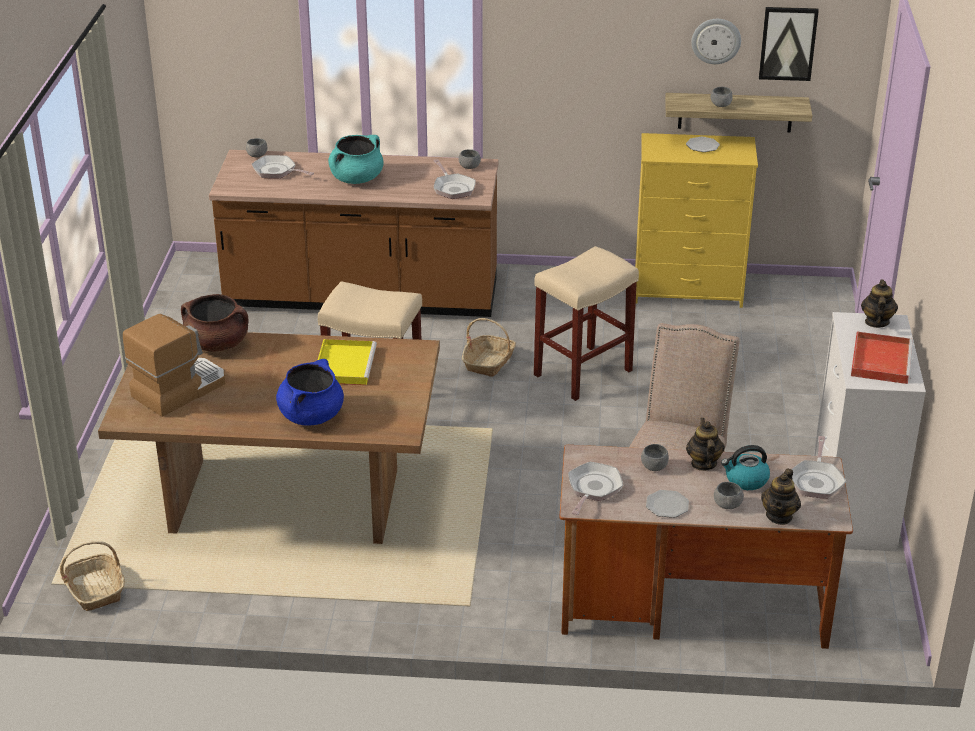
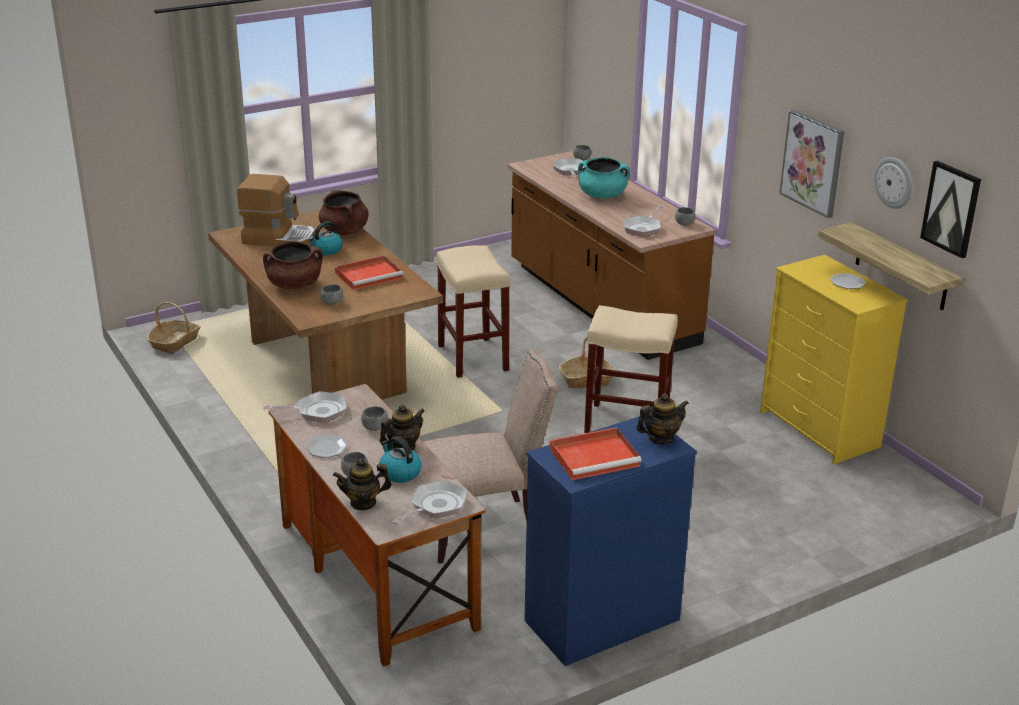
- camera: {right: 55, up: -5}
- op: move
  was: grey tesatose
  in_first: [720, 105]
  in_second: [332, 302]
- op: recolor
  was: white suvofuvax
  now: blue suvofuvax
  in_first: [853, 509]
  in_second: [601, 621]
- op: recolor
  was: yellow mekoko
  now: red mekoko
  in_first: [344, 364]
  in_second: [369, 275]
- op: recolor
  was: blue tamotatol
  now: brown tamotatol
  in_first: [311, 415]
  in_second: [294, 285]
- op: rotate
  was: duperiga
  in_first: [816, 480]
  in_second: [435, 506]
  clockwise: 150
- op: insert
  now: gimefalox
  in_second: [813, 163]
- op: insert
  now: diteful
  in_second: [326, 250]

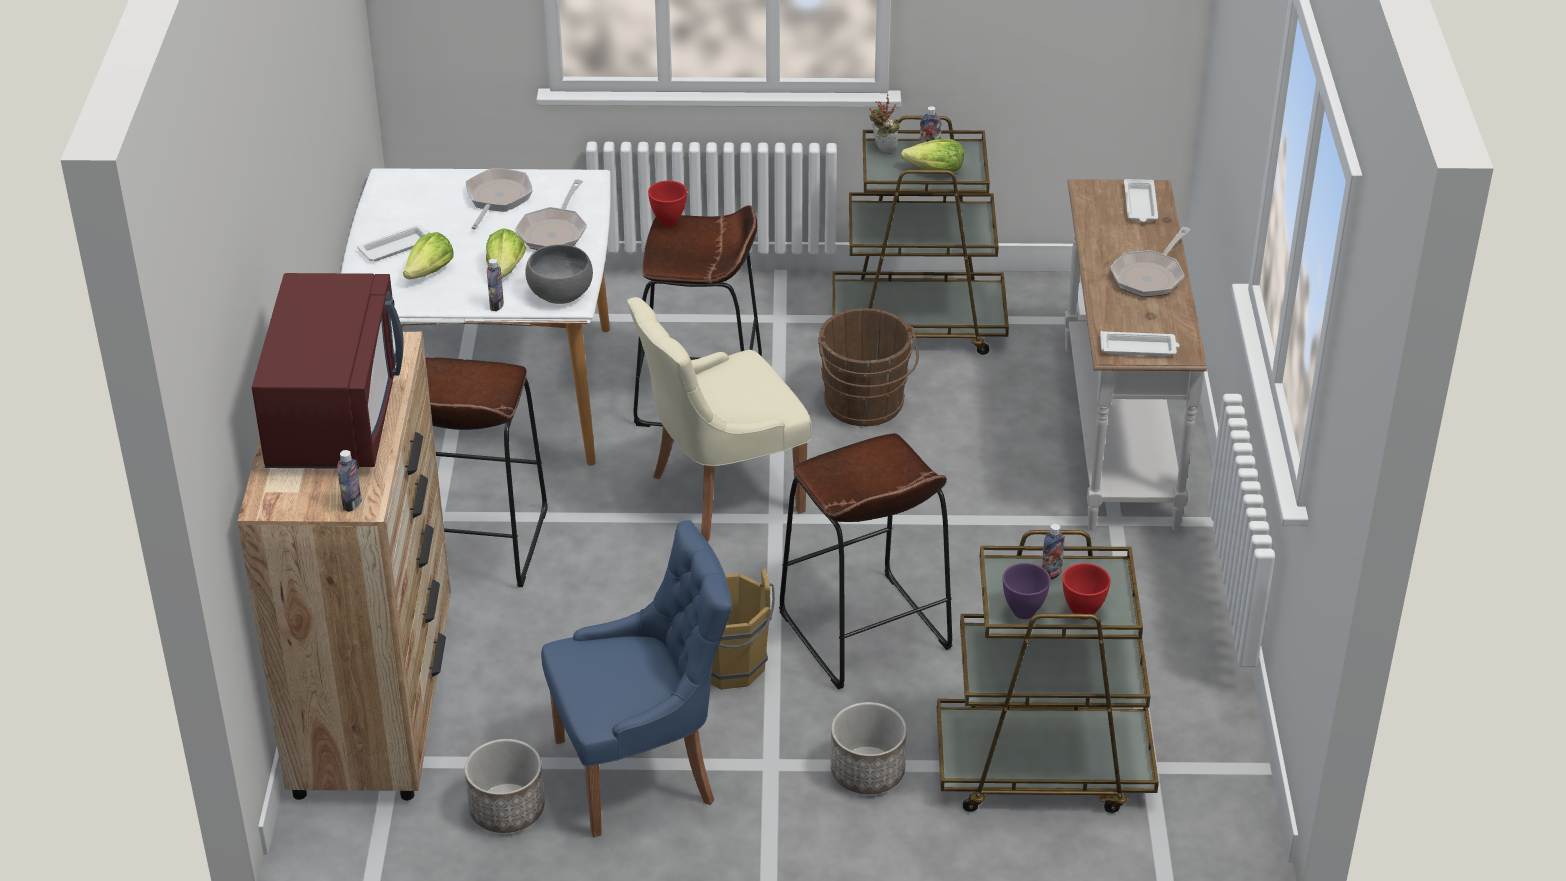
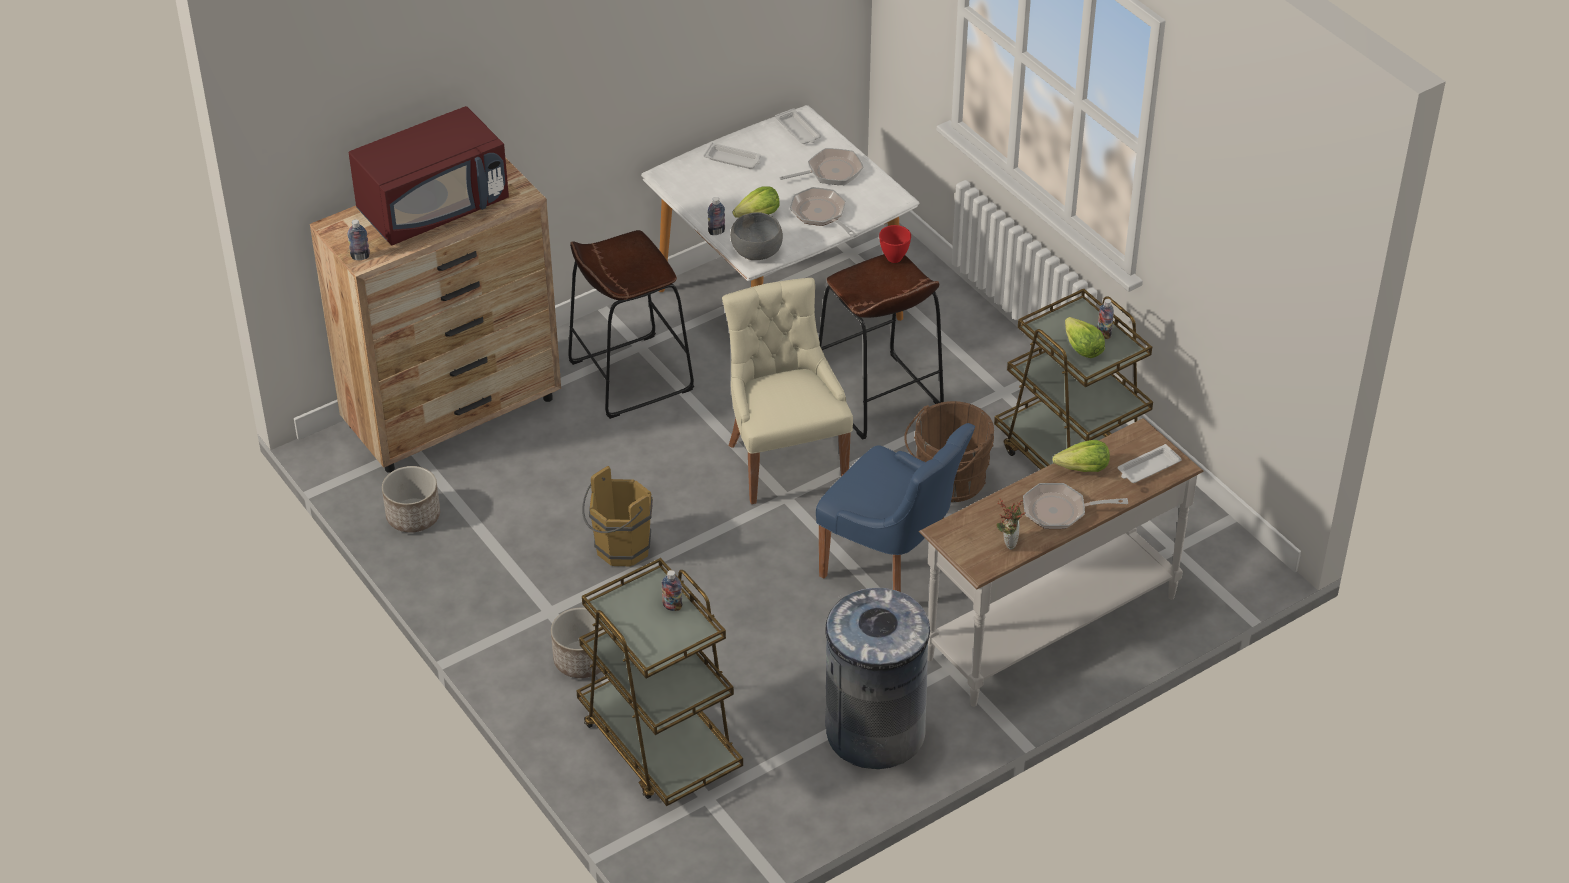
- camera: {right: 55, up: 5}
- op: move
  was: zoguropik
  in_first: [882, 150]
  in_second: [1008, 541]
- op: rotate
  was: duperiga
  in_first: [554, 231]
  in_second: [821, 214]
  clockwise: 75
- op: move
  was: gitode
  in_first: [430, 272]
  in_second: [1083, 469]
- op: rotate
  was: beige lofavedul
  in_first: [721, 494]
  in_second: [785, 460]
  clockwise: 45
- op: move
  was: white mekoko
  in_first: [1139, 348]
  in_second: [798, 131]
- op: delete
  was: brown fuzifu
  in_first: [864, 631]
- op: move
  was: blue lofavedul
  in_first: [641, 771]
  in_second: [891, 567]
- op: delete
  was: purple tesatose
  in_first: [1022, 611]
- op: delete
  was: red tesatose
  in_first: [1082, 611]
- op: insert
  now: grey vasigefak
  in_second: [874, 732]

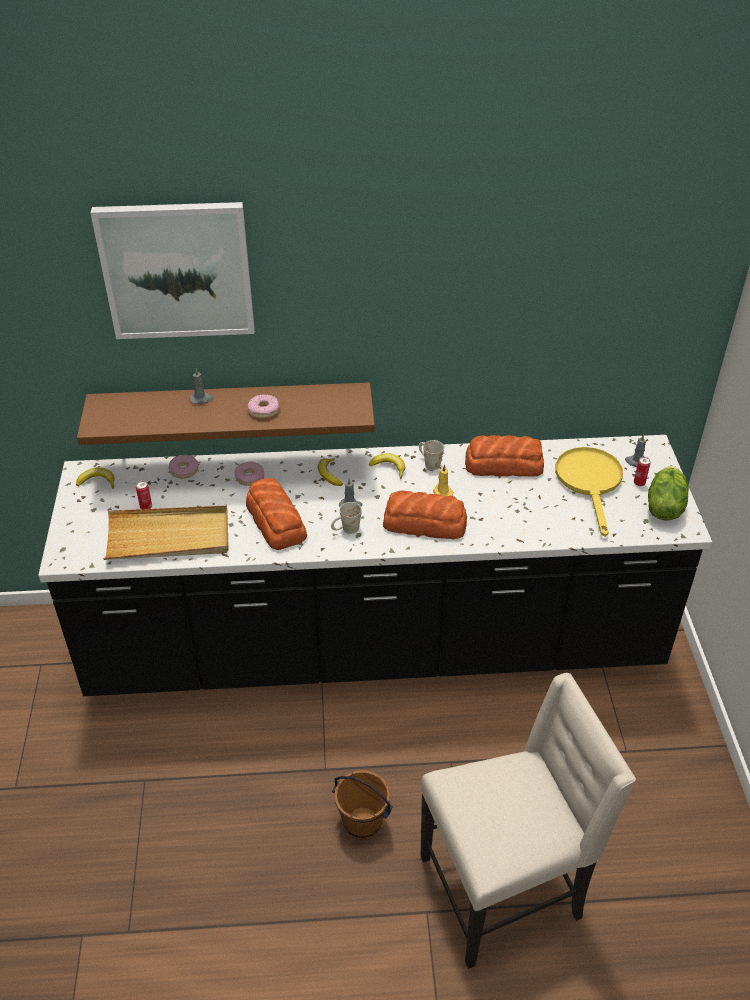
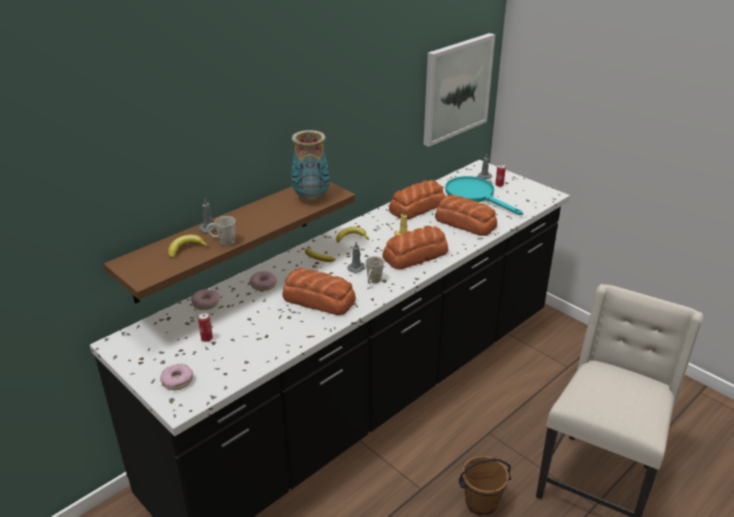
- camera: {right: -40, up: -10}
- op: move
  was: gimefalox
  in_first: [177, 270]
  in_second: [456, 88]
- op: move
  was: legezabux
  in_first: [264, 410]
  in_second: [177, 381]
- op: move
  was: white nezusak
  in_first: [429, 463]
  in_second: [222, 241]
- op: recolor
  was: yellow duperiga
  now: turquoise duperiga
  in_first: [590, 482]
  in_second: [475, 195]
- op: delete
  was: gitode
  in_first: [663, 506]
- op: move
  was: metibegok
  in_first: [97, 482]
  in_second: [186, 249]
- op: delete
  was: beige mekoko
  in_first: [168, 537]
- op: insert
  now: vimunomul
  in_second: [311, 198]
- op: insert
  now: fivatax
  in_second: [465, 222]

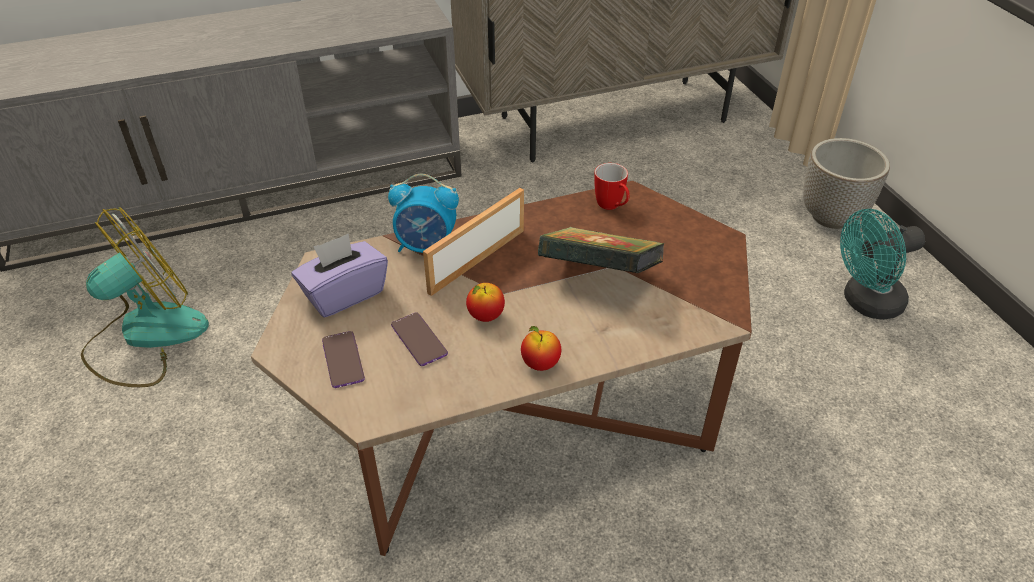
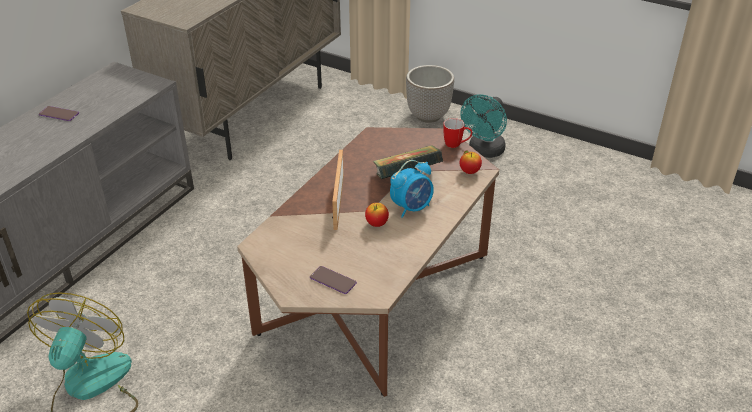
- camera: {right: -40, up: -5}
- op: move
  was: nezusak
  in_first: [612, 207]
  in_second: [456, 145]
- op: move
  was: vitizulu
  in_first: [426, 247]
  in_second: [412, 208]
- op: delete
  was: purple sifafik
  in_first: [344, 294]
- op: move
  was: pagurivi
  in_first: [419, 340]
  in_second: [59, 114]
- op: move
  was: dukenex
  in_first: [540, 364]
  in_second: [469, 172]

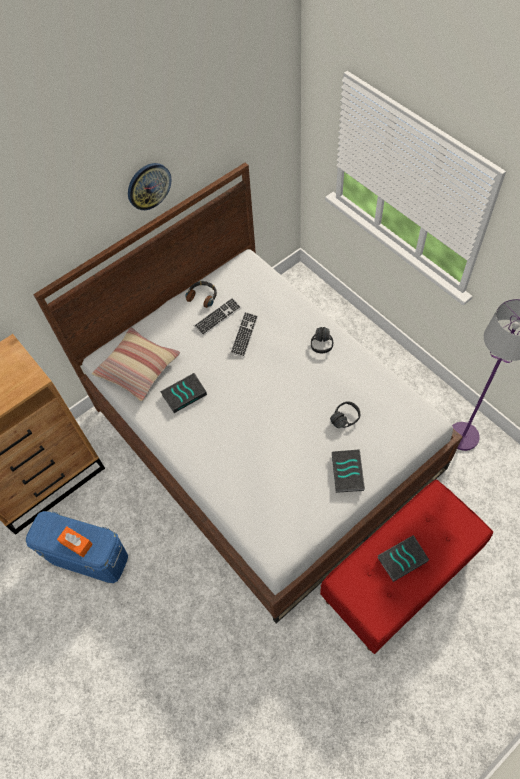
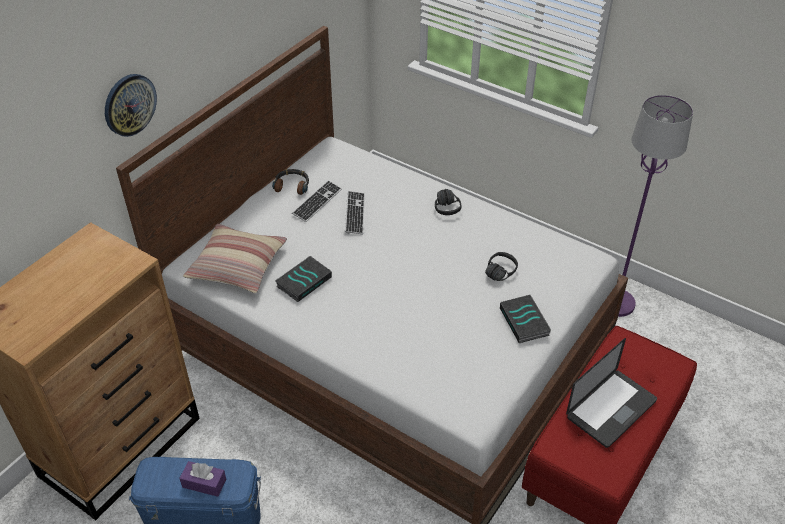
- camera: {right: -20, up: -15}
- op: move
  was: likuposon
  in_first: [148, 186]
  in_second: [129, 104]
- op: recolor
  was: orange sifafik
  now: purple sifafik
  in_first: [76, 543]
  in_second: [204, 483]
- op: replace
  was: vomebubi
  now: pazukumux
  in_first: [402, 558]
  in_second: [611, 409]

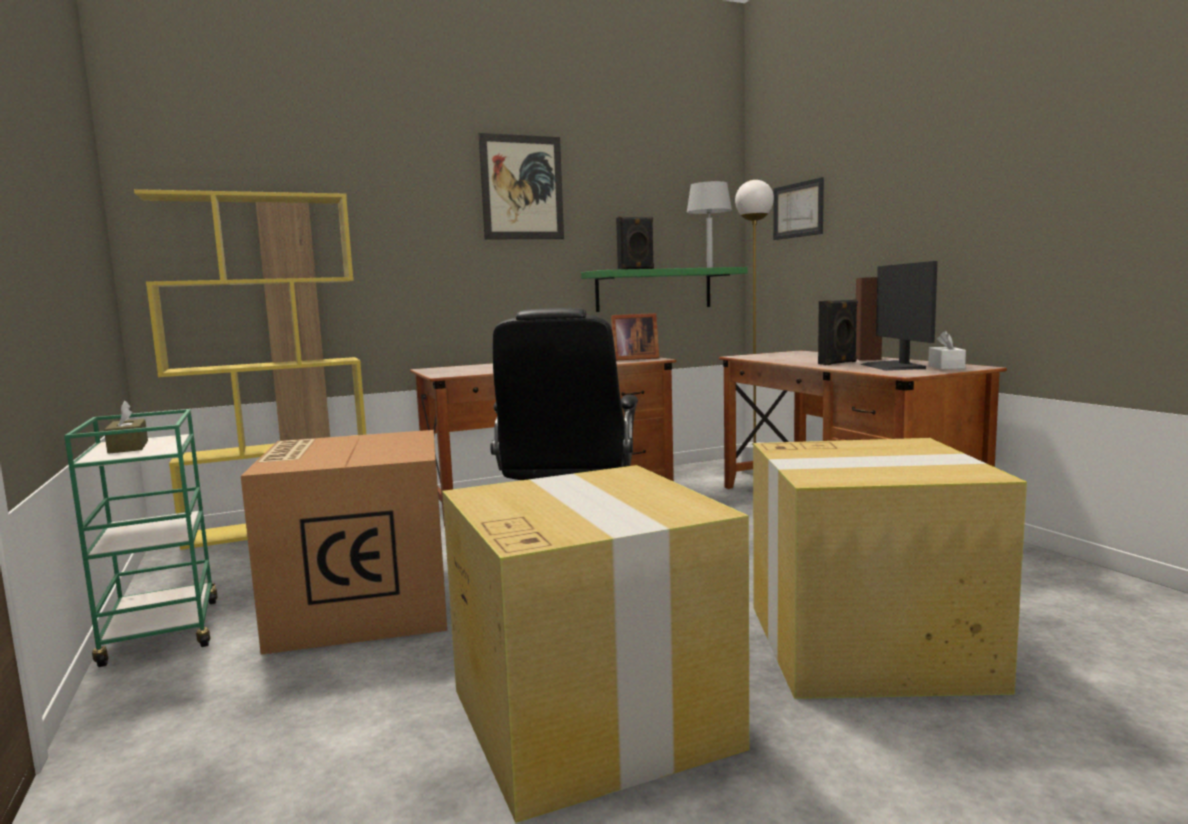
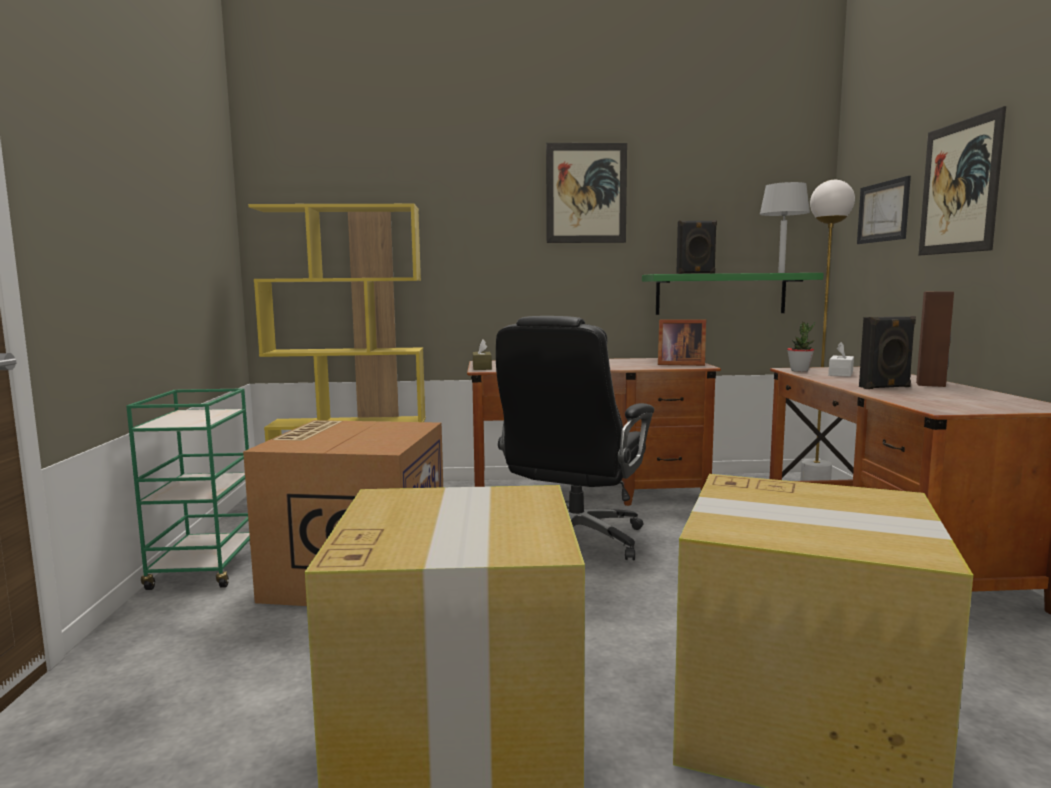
- camera: {right: 20, up: 0}
- op: delete
  was: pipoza
  in_first: [893, 366]
- op: move
  was: white sifafik
  in_first: [946, 367]
  in_second: [840, 373]
- op: move
  was: brown sifafik
  in_first: [128, 447]
  in_second: [482, 367]
- op: insert
  now: gimefalox
  in_second: [959, 187]
- op: insert
  now: zoguropik
  in_second: [799, 370]

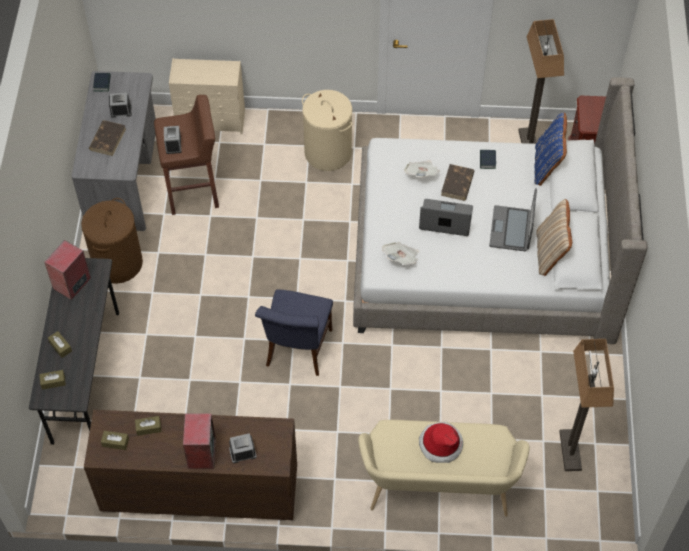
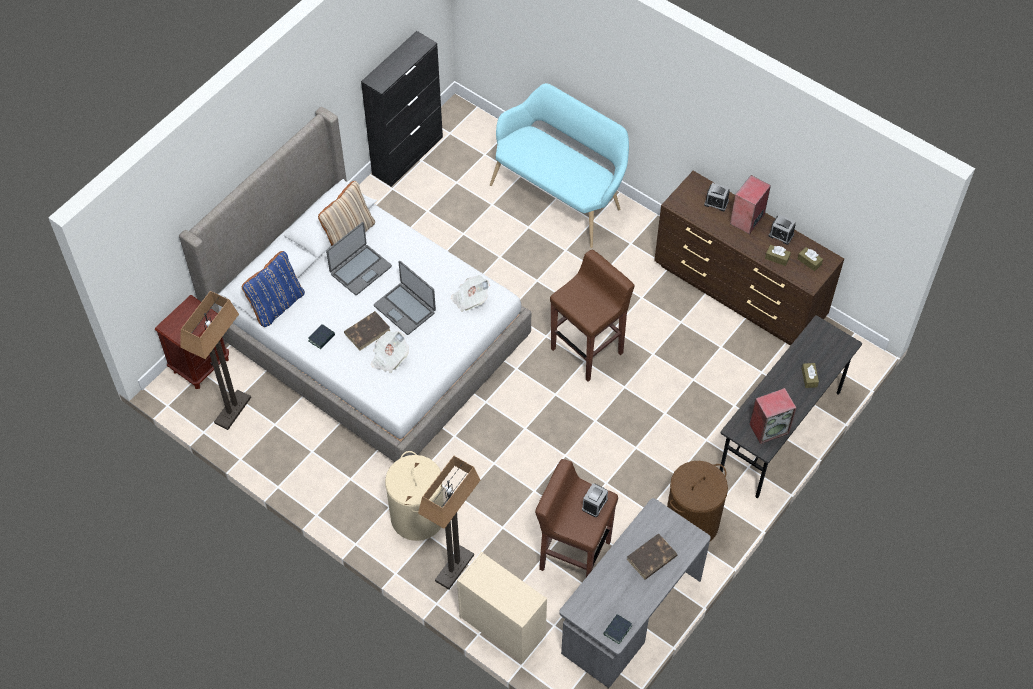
- camera: {right: -145, up: 0}
- op: move
  was: vitizulu
  in_first: [121, 111]
  in_second: [781, 235]
- op: replace
  was: blue lofavedul
  now: brown fuzifu
  in_first: [297, 351]
  in_second: [588, 350]
- op: move
  was: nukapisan
  in_first: [570, 451]
  in_second: [454, 567]
- op: delete
  was: brown sifafik
  in_first: [53, 382]
- op: recolor
  was: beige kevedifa
  now: turquoise kevedifa
  in_first: [438, 489]
  in_second: [560, 195]
- op: delete
  was: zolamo
  in_first: [440, 444]
- op: insert
  now: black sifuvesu
  in_second: [408, 155]

